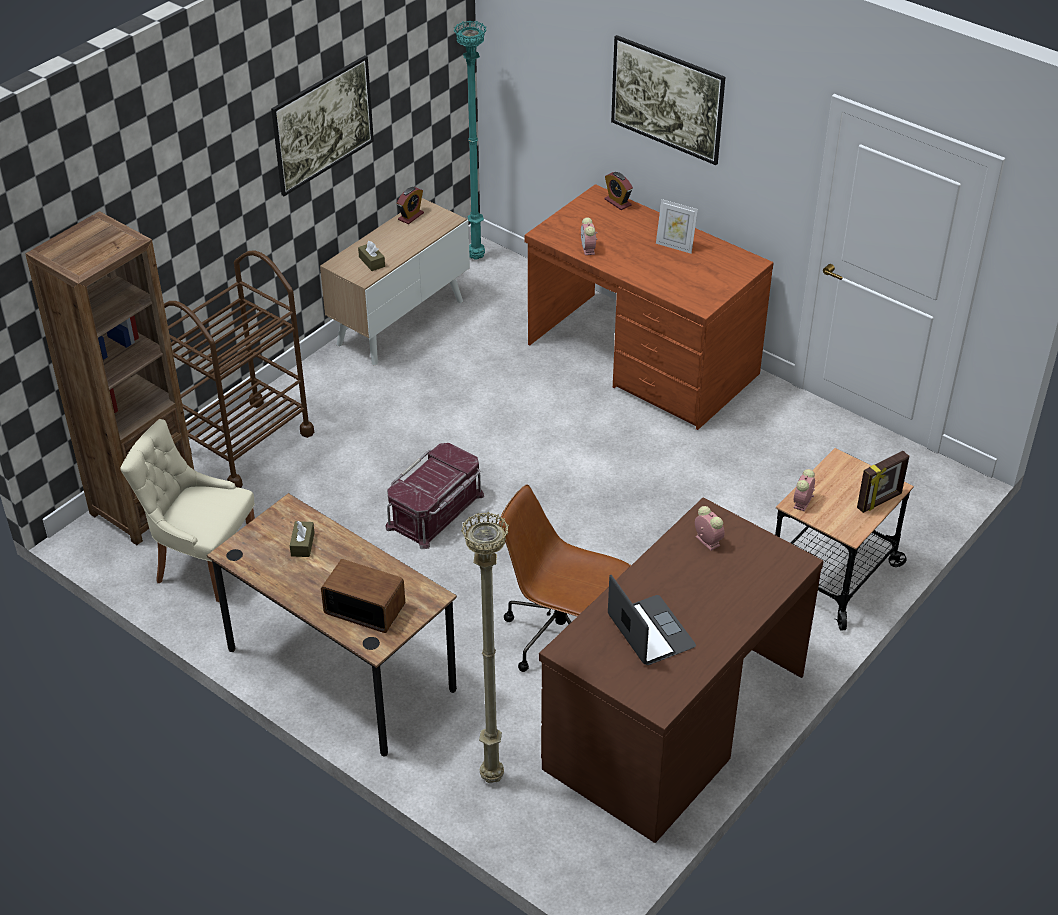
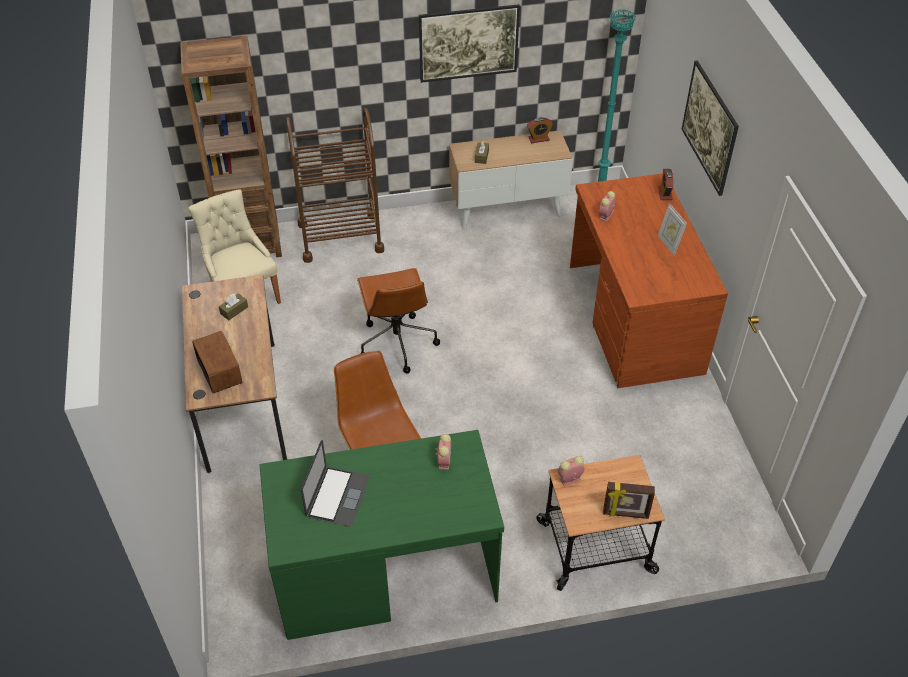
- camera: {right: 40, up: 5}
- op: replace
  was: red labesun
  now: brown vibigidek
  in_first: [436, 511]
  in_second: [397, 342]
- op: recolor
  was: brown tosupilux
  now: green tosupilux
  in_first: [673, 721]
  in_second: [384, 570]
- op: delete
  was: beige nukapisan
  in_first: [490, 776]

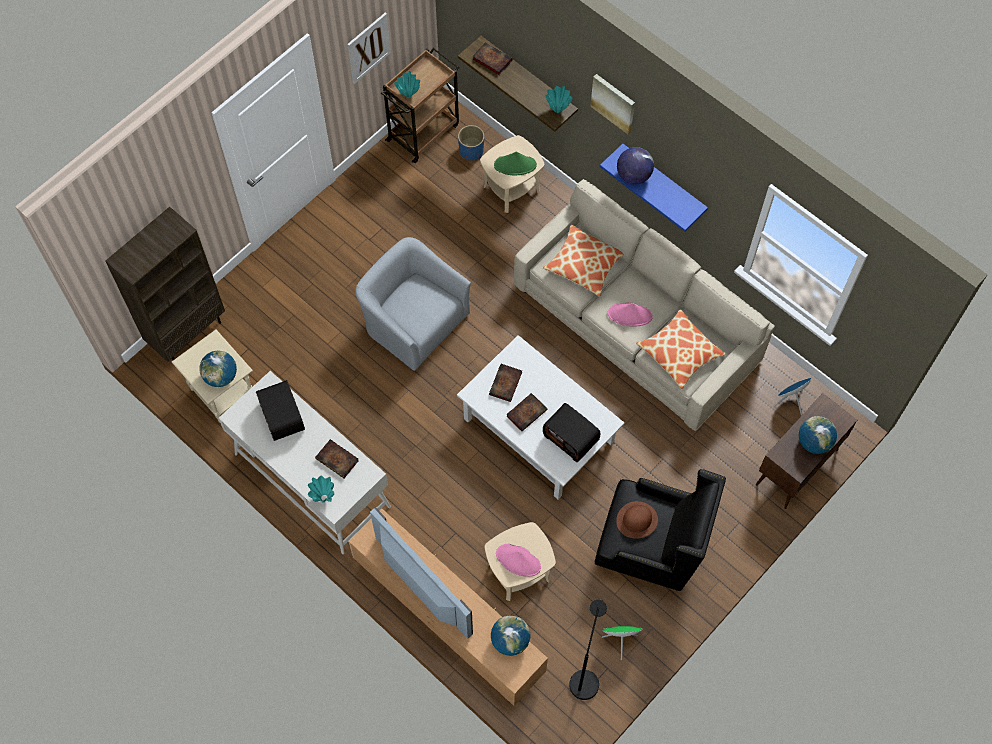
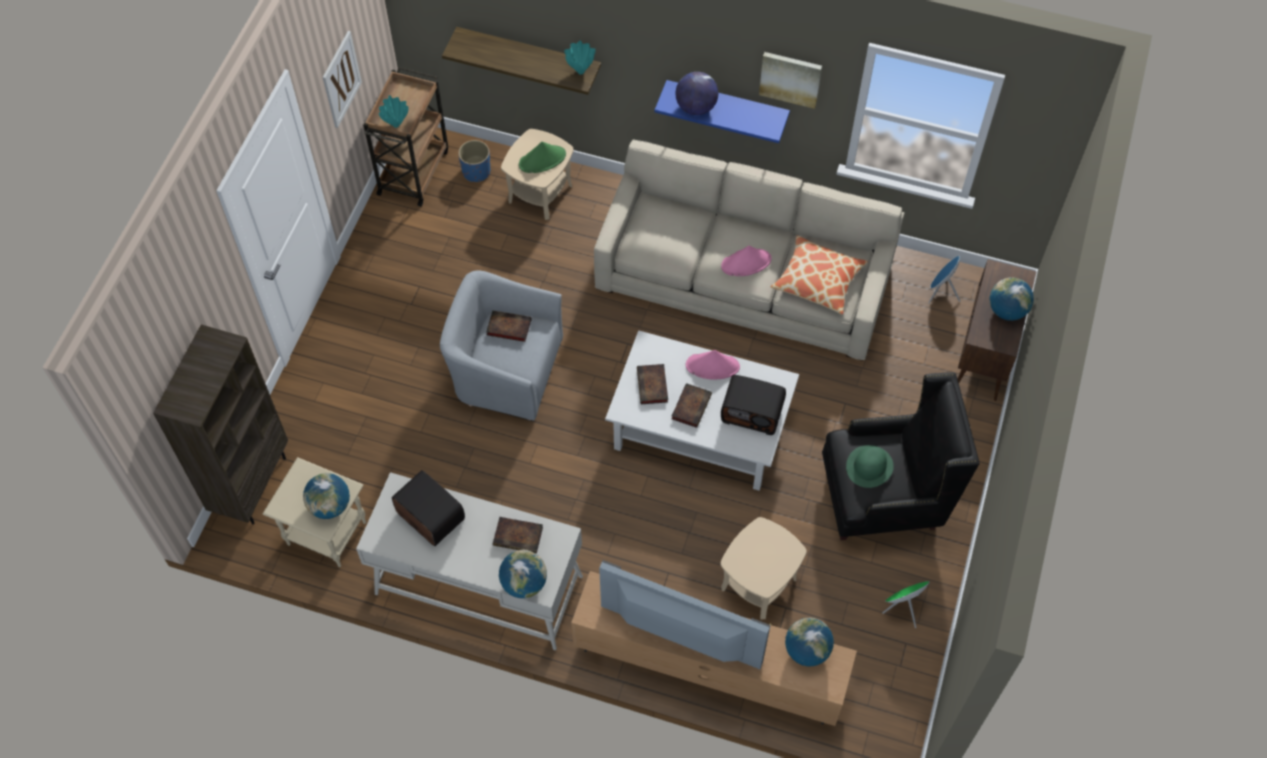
- camera: {right: -25, up: -5}
- op: move
  was: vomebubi
  in_first: [491, 60]
  in_second: [507, 327]
- op: move
  was: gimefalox
  in_first: [613, 103]
  in_second: [790, 78]
- op: delete
  was: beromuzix
  in_first: [584, 264]
- op: replace
  was: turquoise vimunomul
  now: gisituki
  in_first: [323, 497]
  in_second: [524, 583]
- op: recolor
  was: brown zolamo
  now: green zolamo
  in_first: [637, 520]
  in_second: [869, 466]
- op: move
  was: pink zolamo
  in_first: [518, 560]
  in_second: [712, 366]
- op: delete
  was: black nukapisan
  in_first: [585, 676]

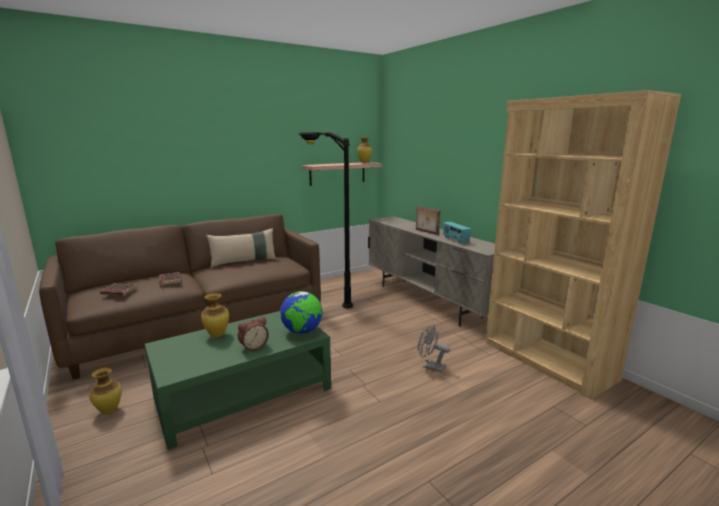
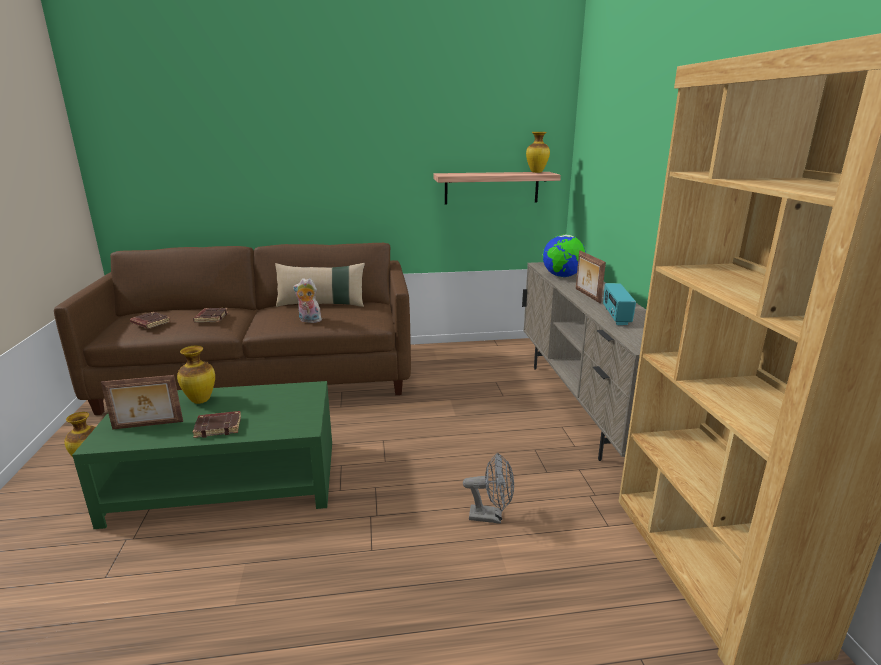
- camera: {right: 25, up: 5}
- op: delete
  was: black nukapisan
  in_first: [324, 297]
- op: move
  was: gisituki
  in_first: [302, 331]
  in_second: [562, 276]
- op: replace
  was: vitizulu
  now: brown vomebubi
  in_first: [253, 346]
  in_second: [219, 427]
- op: rotate
  was: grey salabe
  in_first: [430, 366]
  in_second: [491, 516]
  clockwise: 135
- op: insert
  now: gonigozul
  in_second: [309, 321]
- op: insert
  now: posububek
  in_second: [148, 425]

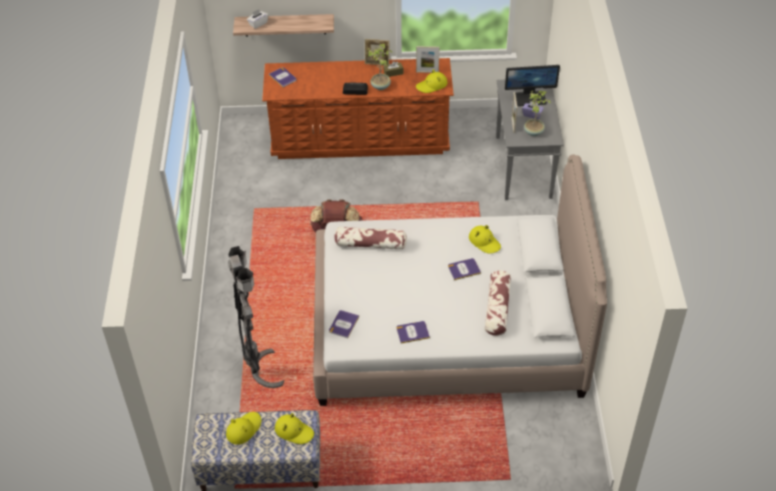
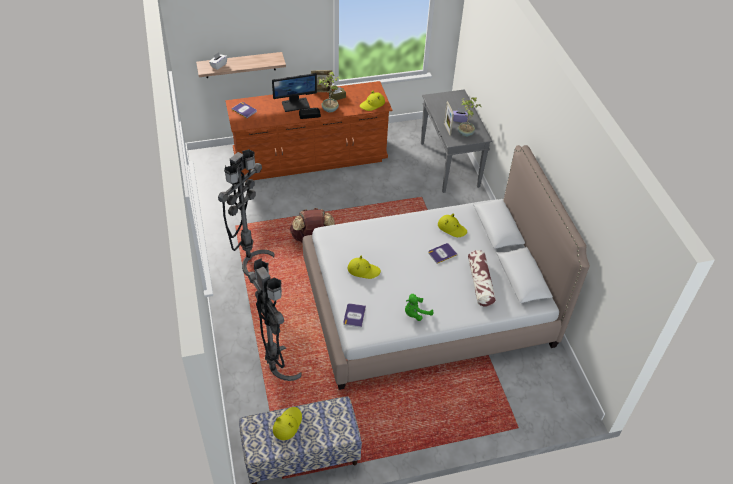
- camera: {right: -15, up: 0}
- op: delete
  was: posububek
  in_first: [427, 72]
- op: move
  was: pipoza
  in_first: [530, 98]
  in_second: [295, 104]
- op: delete
  was: beromuzix
  in_first: [370, 244]
- op: replace
  was: vomebubi
  now: green gonigozul
  in_first: [412, 332]
  in_second: [415, 314]
- op: move
  was: yellow zolamo
  in_first: [294, 431]
  in_second: [363, 270]
- op: insert
  now: grey nukapisan
  in_second: [250, 259]

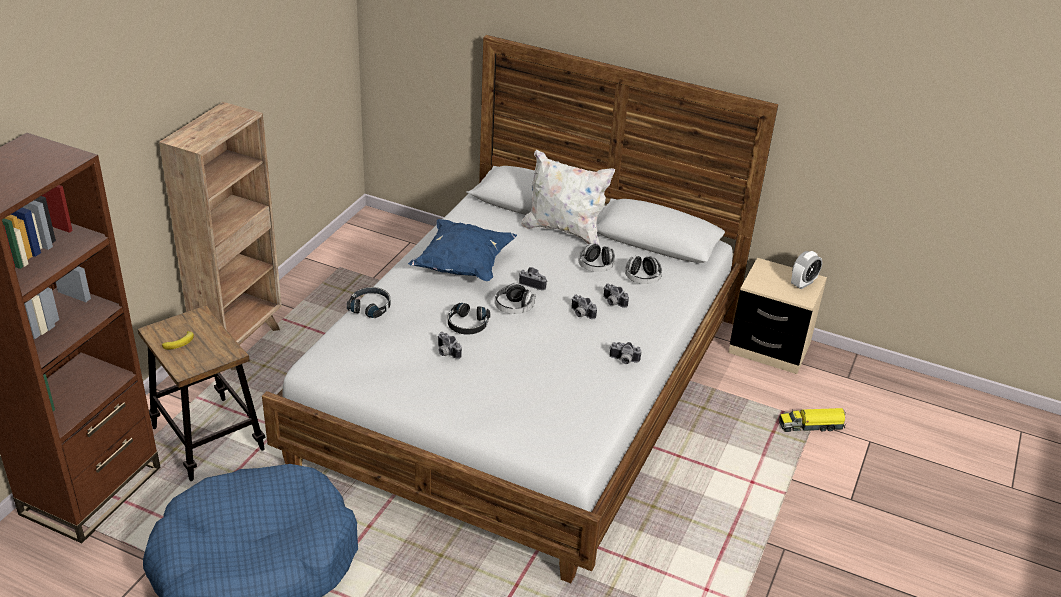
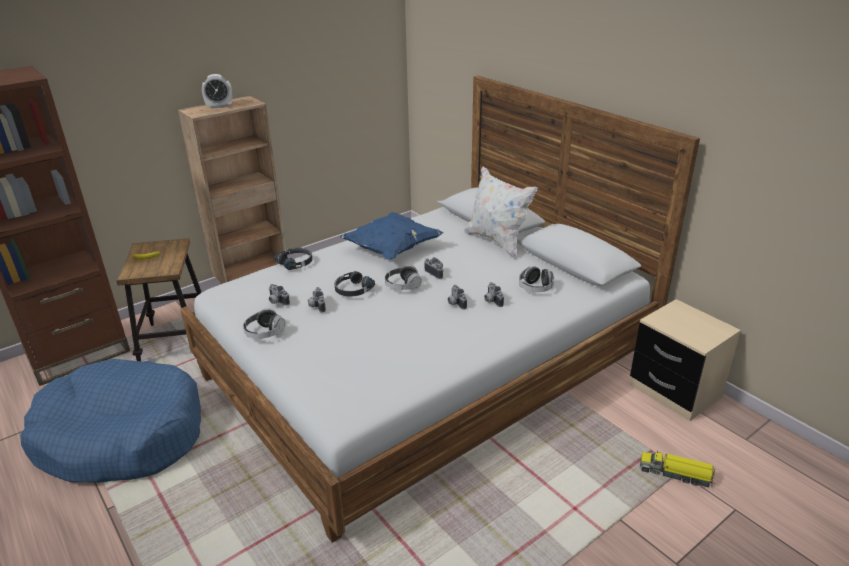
- camera: {right: 30, up: -5}
- op: move
  was: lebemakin
  in_first: [595, 266]
  in_second: [264, 333]
- op: move
  was: vitizulu
  in_first: [803, 283]
  in_second: [219, 106]
- op: move
  was: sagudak
  in_first: [623, 361]
  in_second: [276, 302]

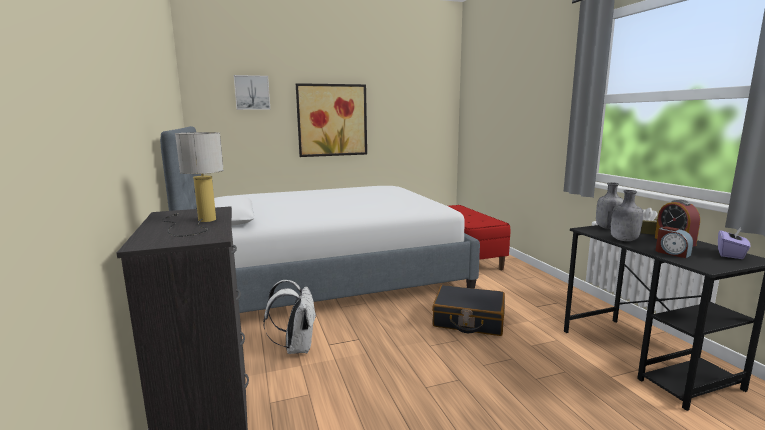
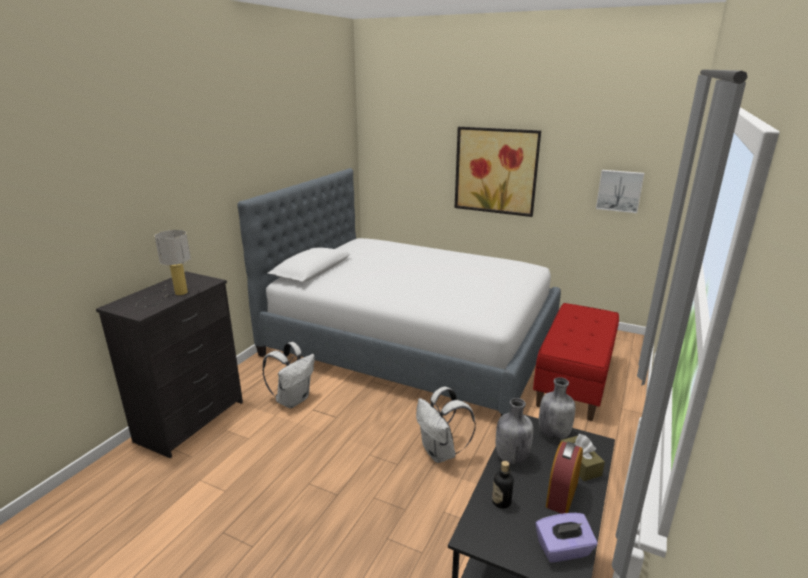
- camera: {right: 45, up: 10}
- op: move
  was: gimefalox
  in_first: [252, 92]
  in_second: [619, 190]
- op: replace
  was: vitizulu
  now: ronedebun
  in_first: [672, 253]
  in_second: [501, 502]
- op: replace
  was: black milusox
  now: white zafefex
  in_first: [468, 320]
  in_second: [441, 453]

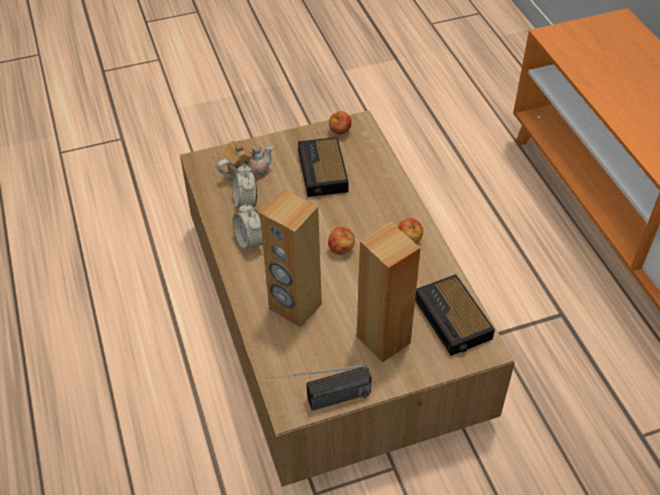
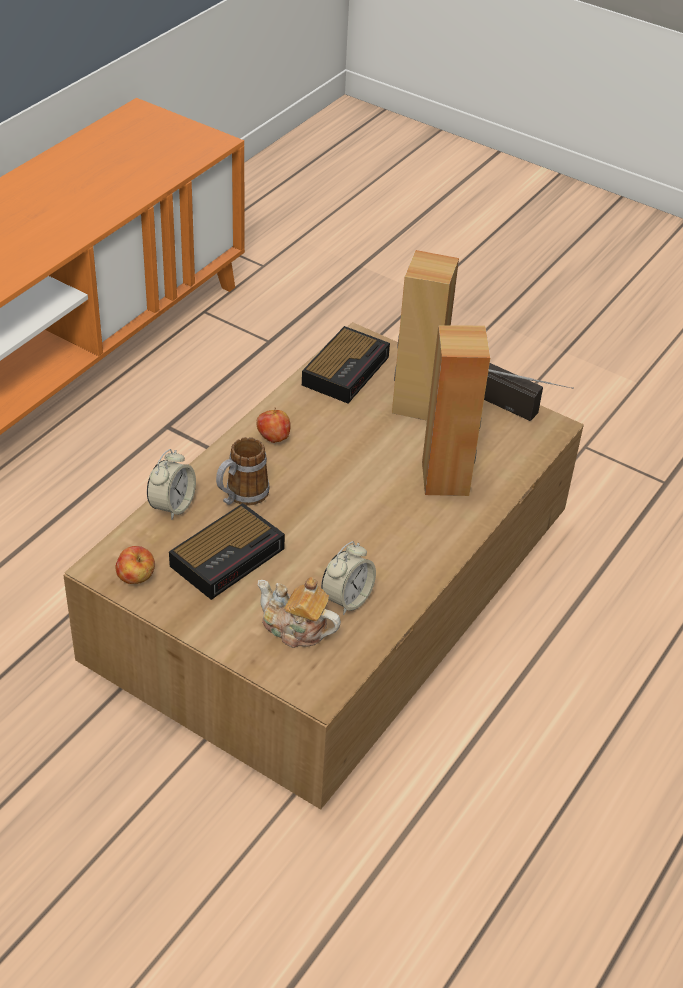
- camera: {right: -130, up: -5}
- op: move
  was: vitizulu
  in_first: [250, 242]
  in_second: [172, 506]
- op: delete
  was: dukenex
  in_first: [341, 249]
- op: insert
  now: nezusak
  in_second: [241, 496]

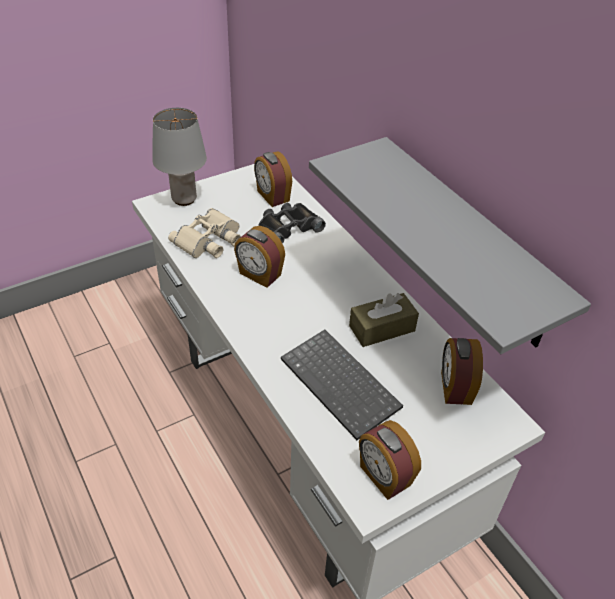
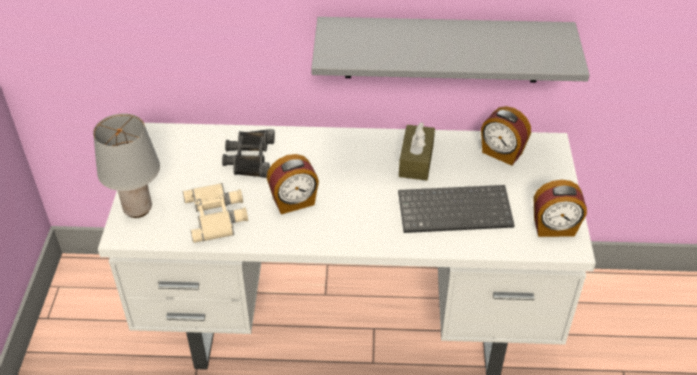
- camera: {right: -55, up: 0}
- op: delete
  was: vitizulu
  in_first: [272, 196]

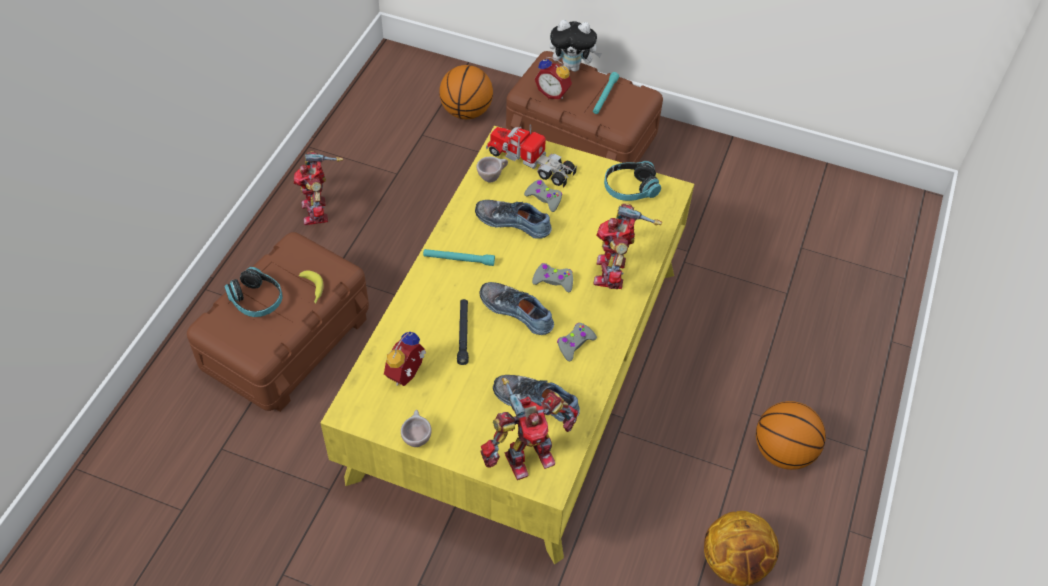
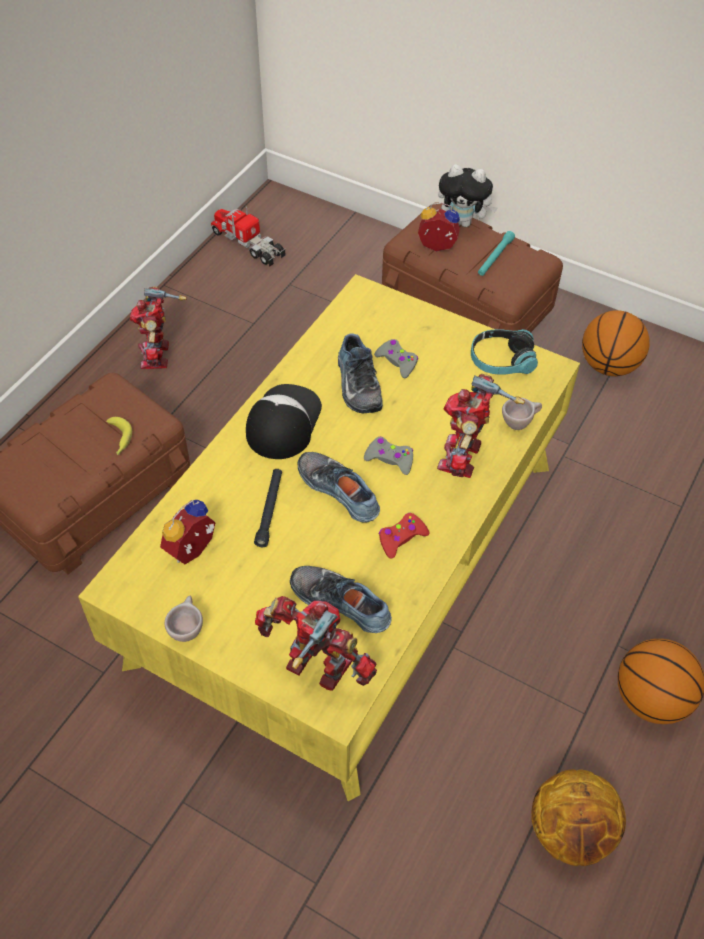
- camera: {right: 10, up: 0}
- op: rotate
  was: vitizulu
  in_first: [553, 93]
  in_second: [436, 248]
  clockwise: 150
- op: move
  was: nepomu
  in_first: [466, 112]
  in_second: [608, 366]
- op: move
  was: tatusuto
  in_first: [531, 162]
  in_second: [248, 243]
- op: move
  was: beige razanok
  in_first: [492, 177]
  in_second: [519, 423]
- op: rotate
  was: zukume
  in_first: [514, 221]
  in_second: [356, 384]
  clockwise: -135
- op: replace
  was: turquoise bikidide
  now: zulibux
  in_first: [459, 260]
  in_second: [282, 422]
- op: delete
  was: lebemakin
  in_first: [256, 300]
- op: recolor
  was: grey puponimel
  now: red puponimel
  in_first: [575, 344]
  in_second: [401, 538]
- op: rotate
  was: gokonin
  in_first: [527, 456]
  in_second: [316, 670]
  clockwise: -135

